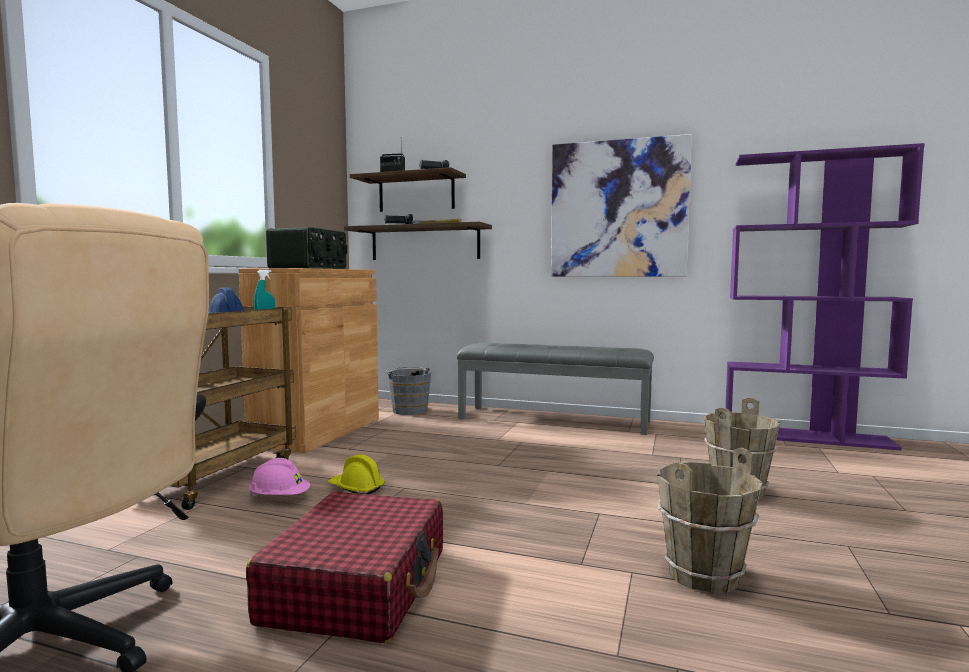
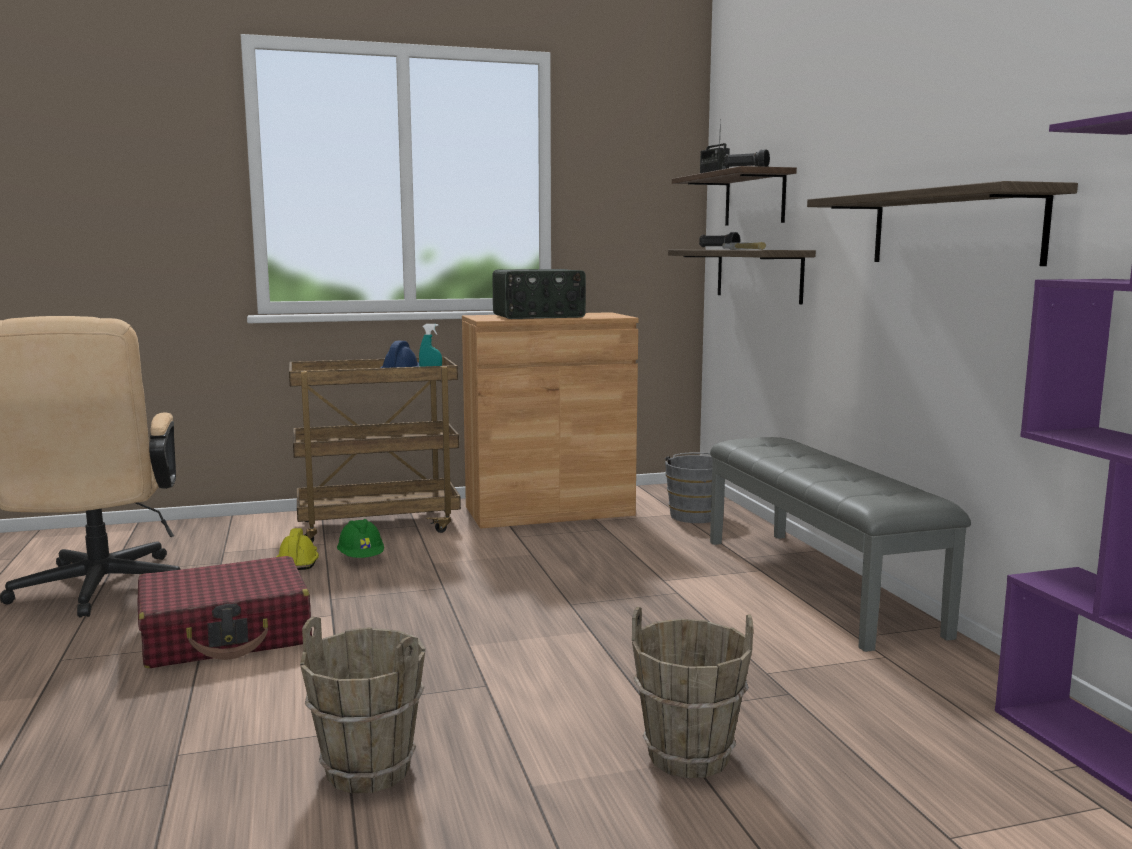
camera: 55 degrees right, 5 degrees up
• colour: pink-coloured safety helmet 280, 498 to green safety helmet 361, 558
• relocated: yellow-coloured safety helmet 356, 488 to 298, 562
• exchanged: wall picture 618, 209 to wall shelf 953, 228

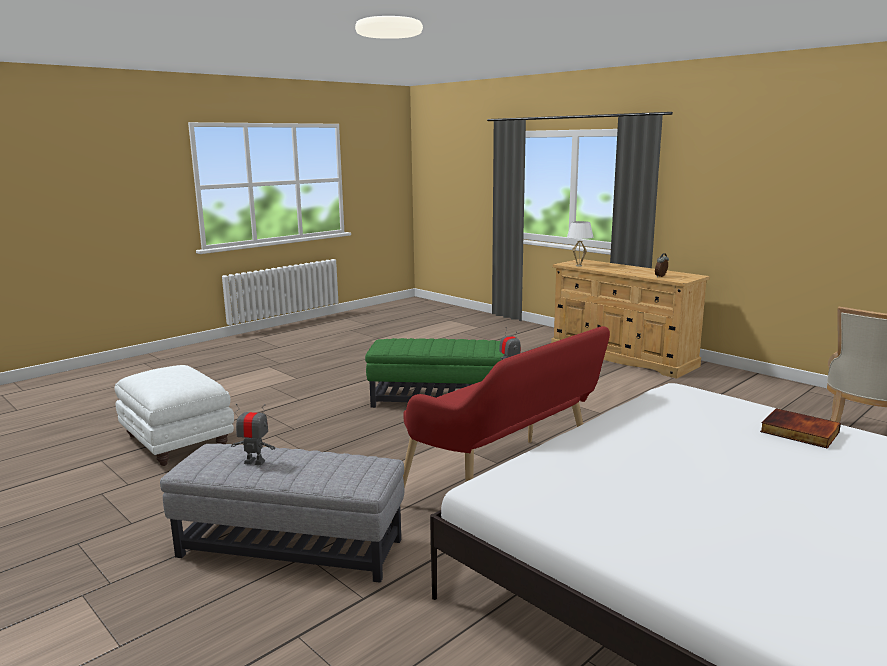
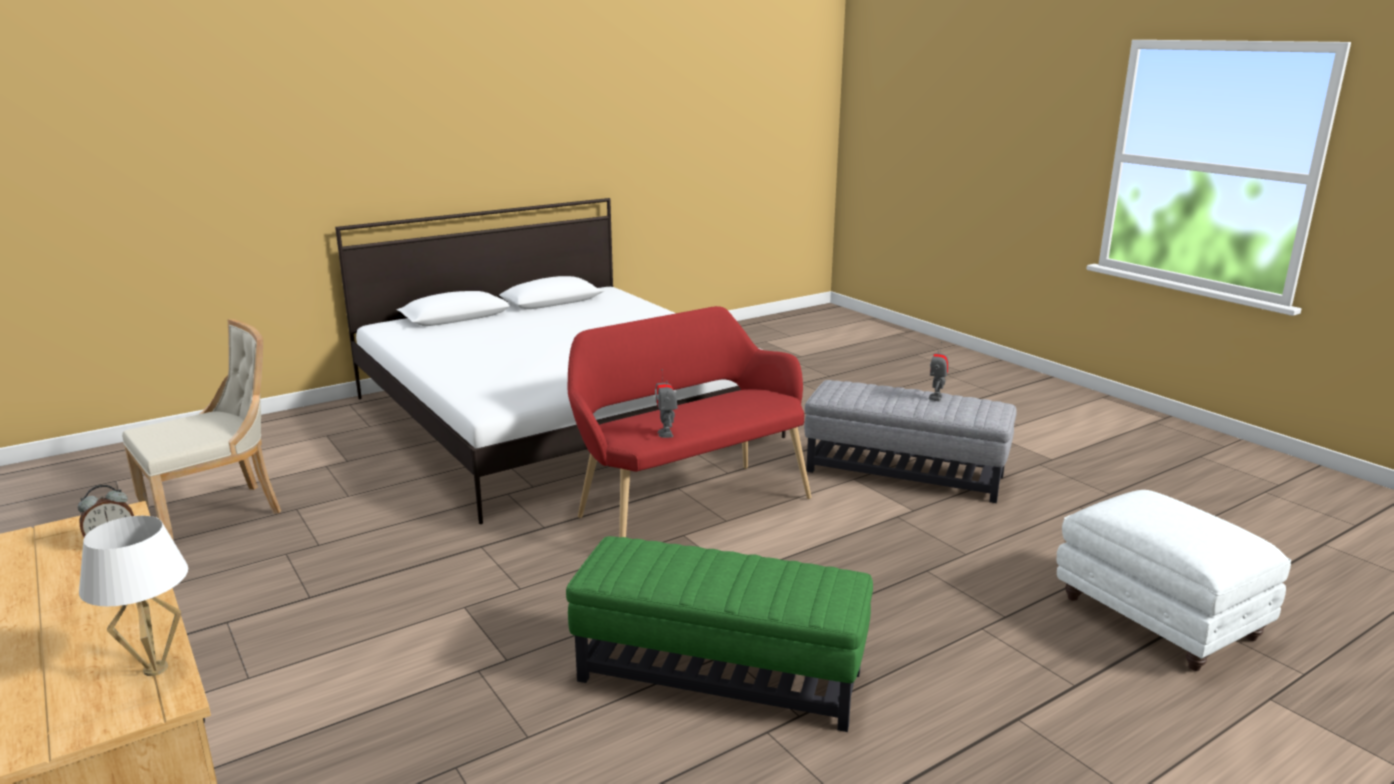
camera: 170 degrees left, 5 degrees up
• spun: robot figure 255, 462 = 936, 397 90 degrees clockwise
• missing: book 798, 432

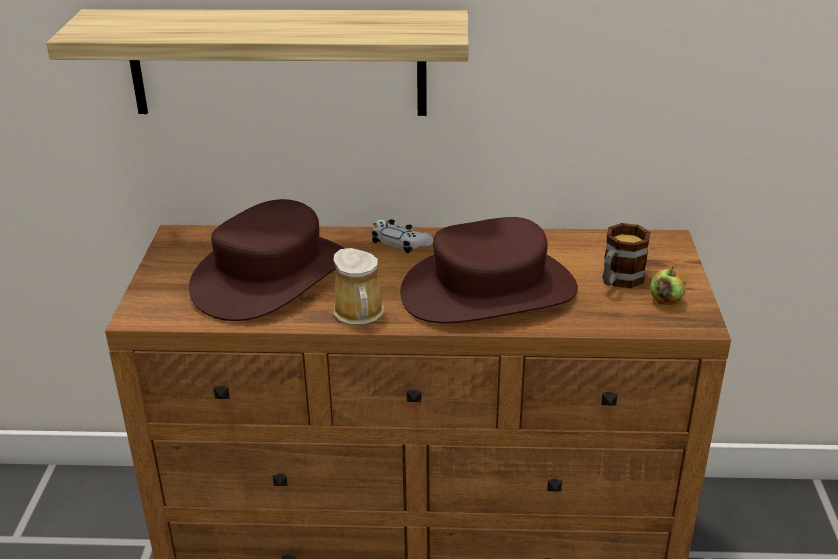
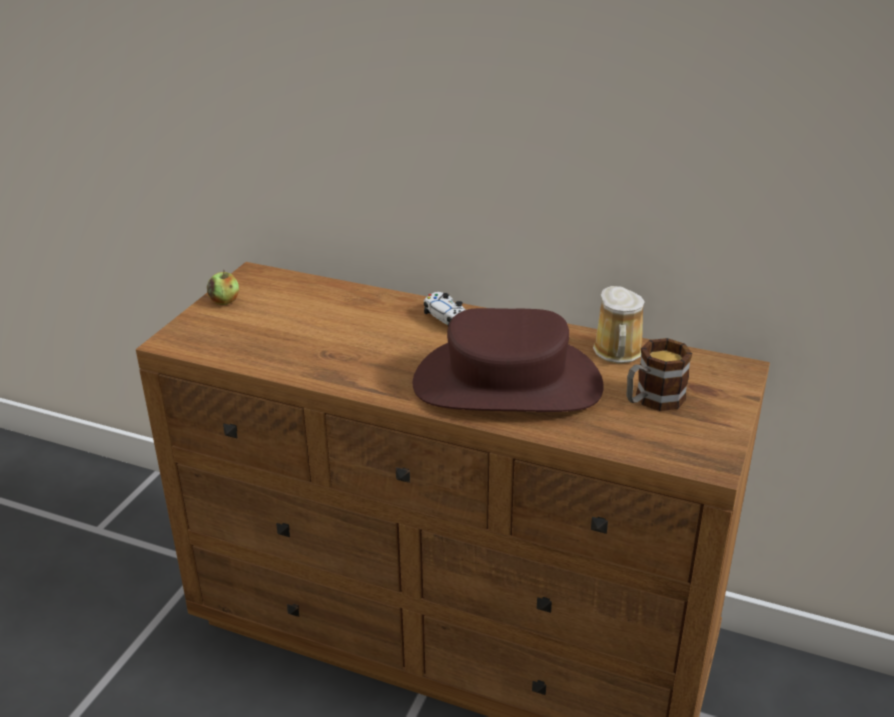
camera: 20 degrees right, 0 degrees up
• missing: wall shelf 277, 62
• missing: brown wearable hat 270, 276
• relocated: coffee mug 359, 314 to 618, 353
• relocated: apple 666, 300 to 225, 301

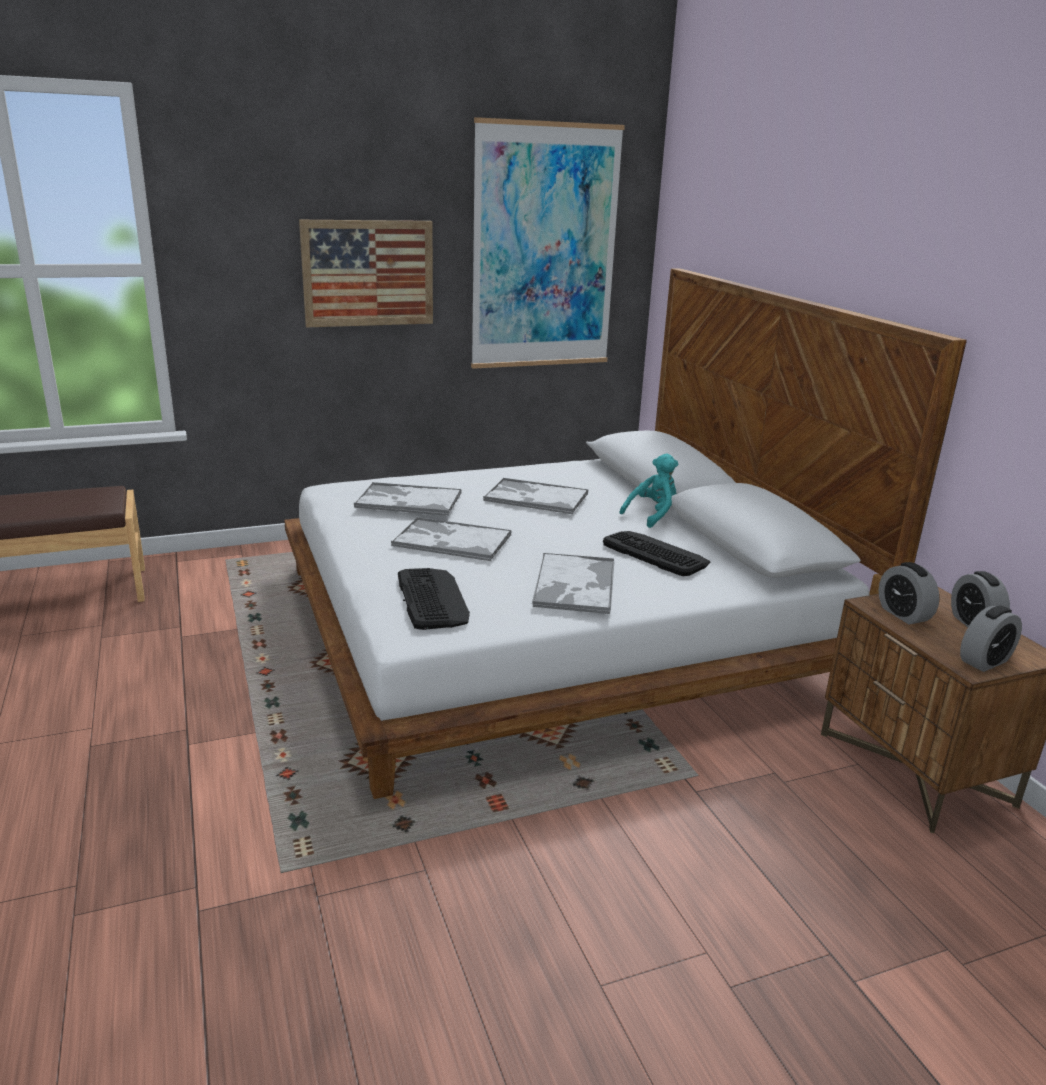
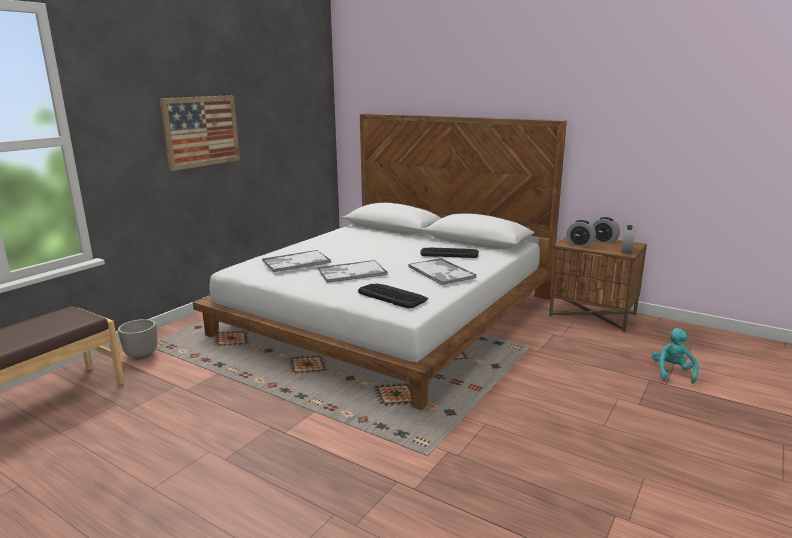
camera: 35 degrees left, 5 degrees down
• missing: wall picture 544, 248
• missing: carrying tray 535, 497
• relocated: blue-green soft toy 652, 515 to 672, 372
• appeared: planter 141, 355

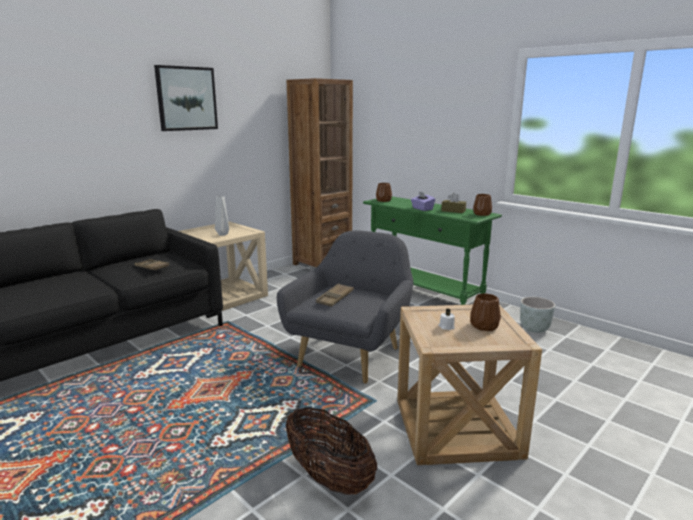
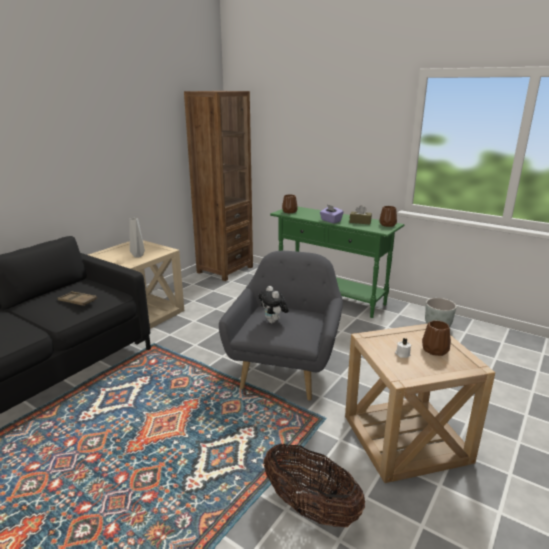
camera: 10 degrees left, 5 degrees up
• missing: wall picture 186, 98
• exchanged: brown carrying tray 335, 298 to soft toy 273, 322

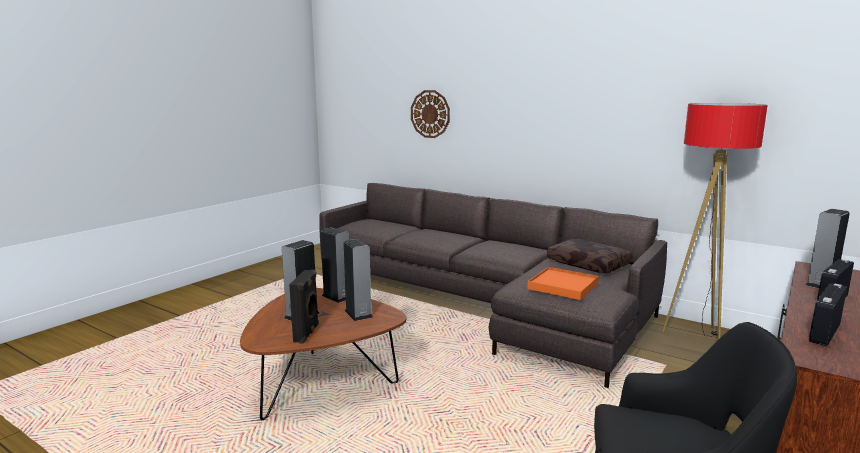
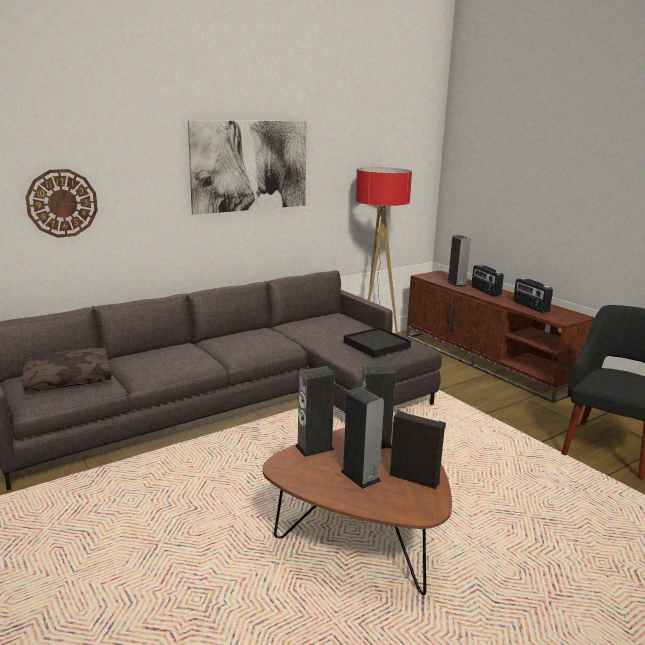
camera: 70 degrees left, 5 degrees up
• colour: orange-coloured carrying tray 563, 286 to black carrying tray 376, 345
• relocated: brown cushion 589, 264 to 69, 378
• appeared: wall picture 250, 166

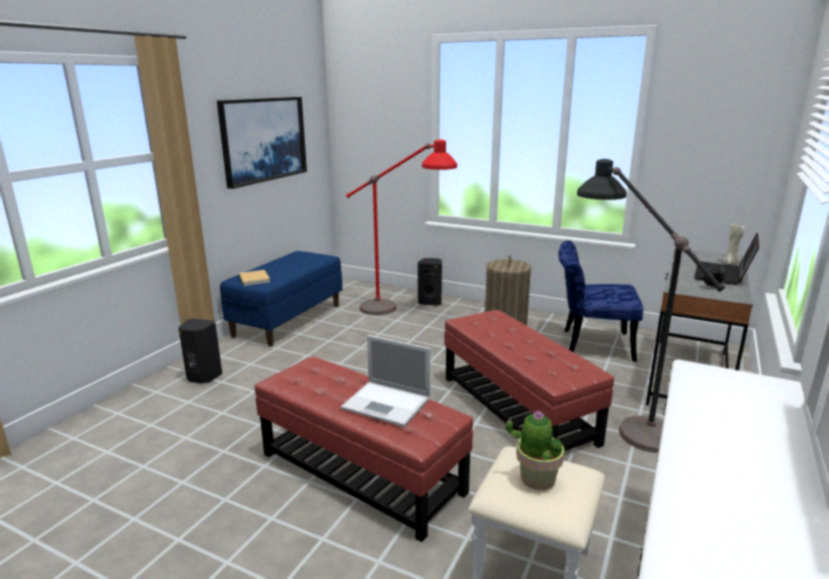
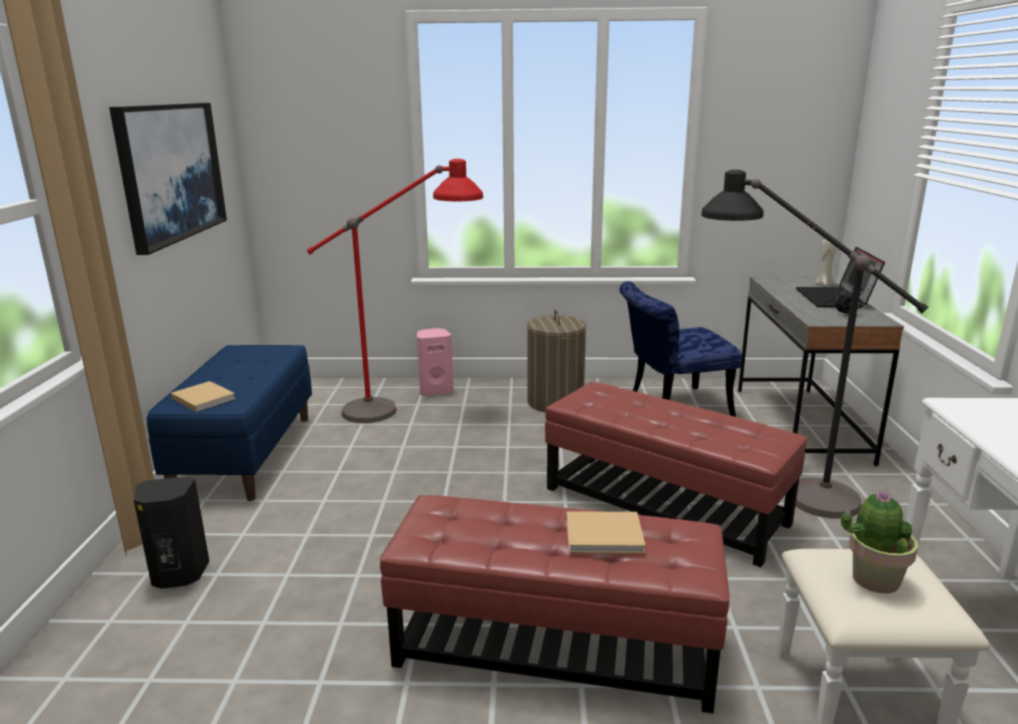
camera: 25 degrees left, 0 degrees up
• exchanged: laptop 388, 404 to beige book 606, 535
• colour: black loudspeaker 430, 302 to pink-coloured loudspeaker 435, 391

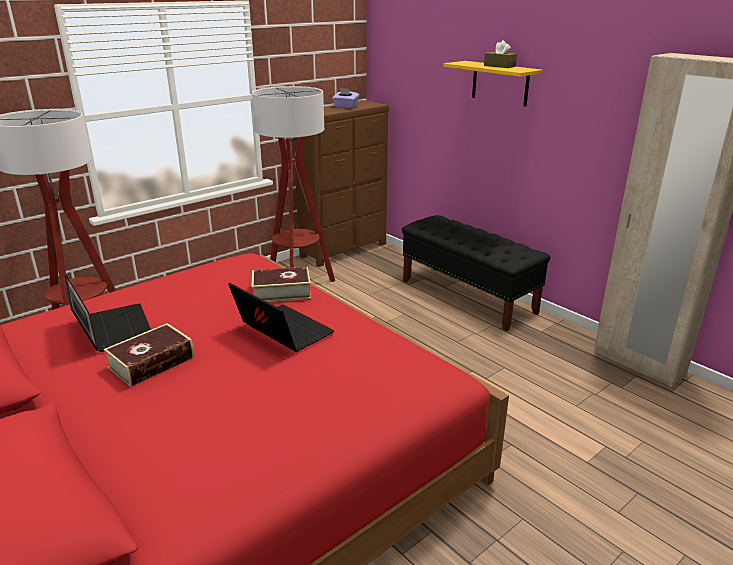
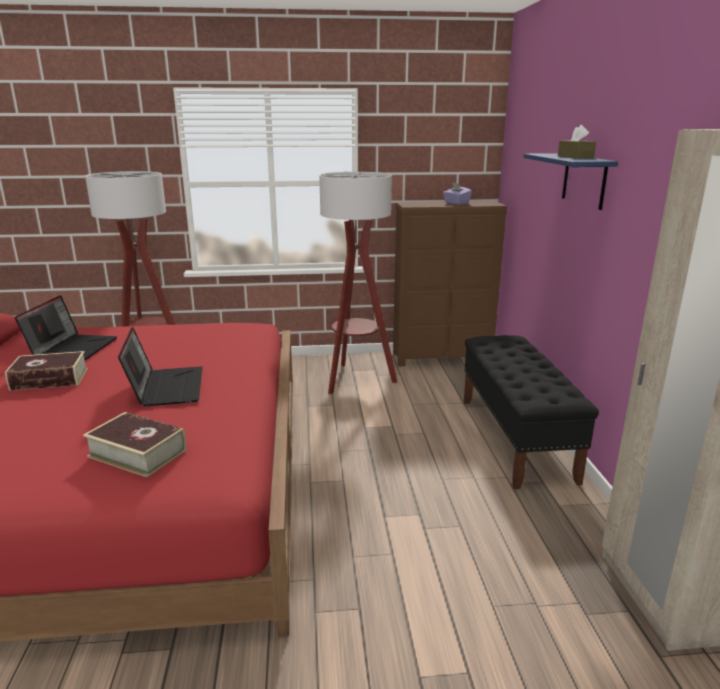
camera: 35 degrees right, 5 degrees down
• relocated: book 281, 292 to 137, 453
• colour: yellow-coloured wall shelf 500, 83 to blue wall shelf 584, 180

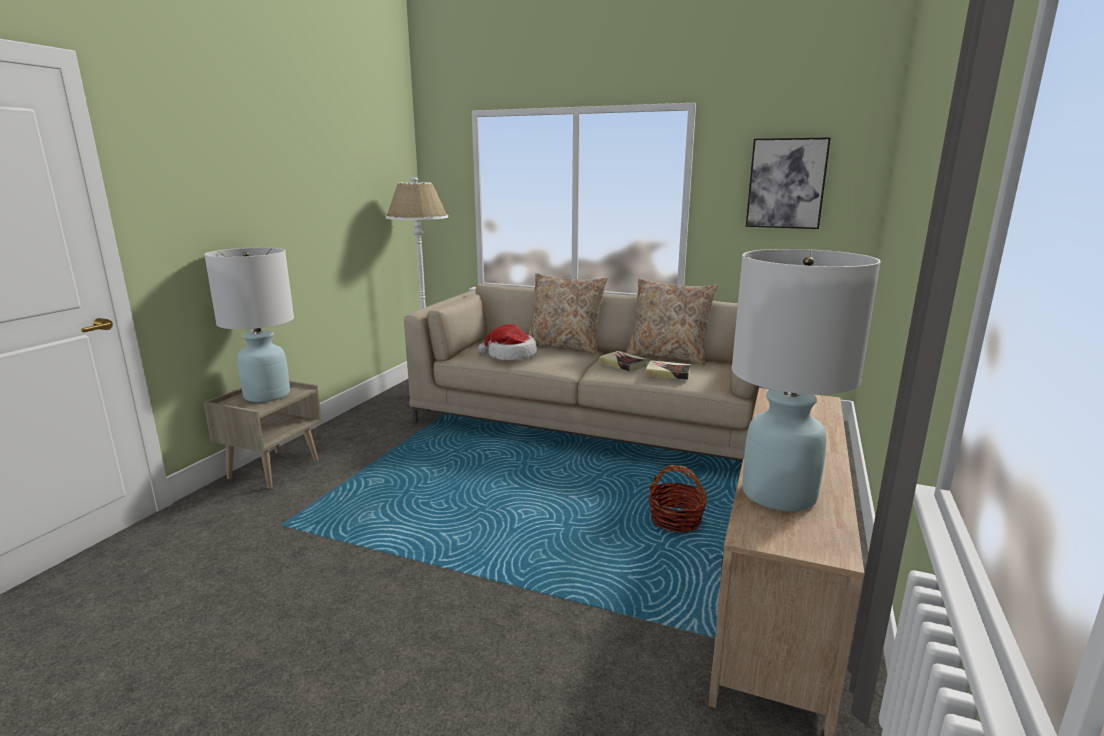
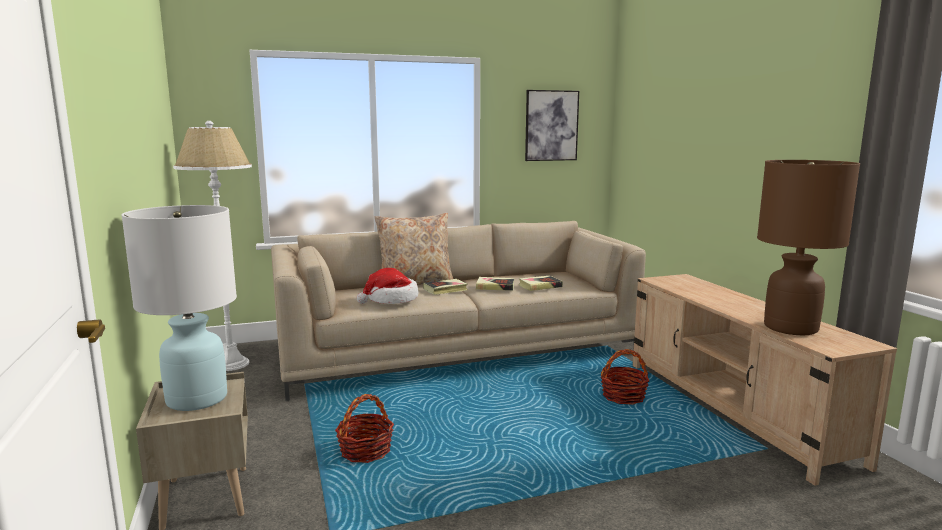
camera: 40 degrees left, 5 degrees down
• missing: beige cushion 668, 356
• colour: white tabletop lamp 778, 494 to brown tabletop lamp 790, 328
• appeared: basket 365, 451
• appeared: book 445, 289

